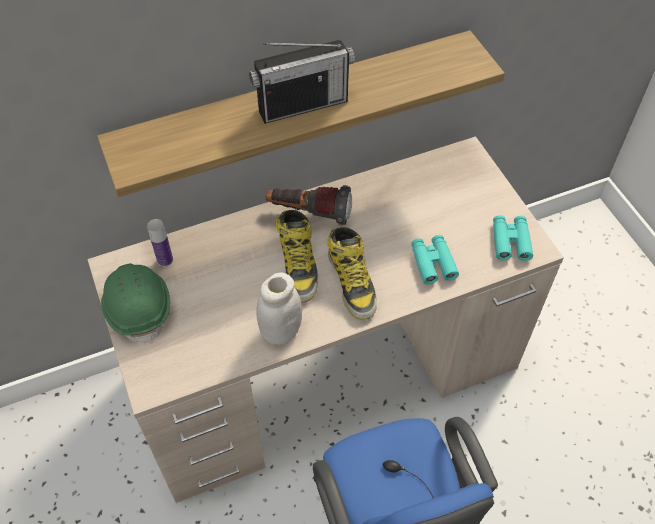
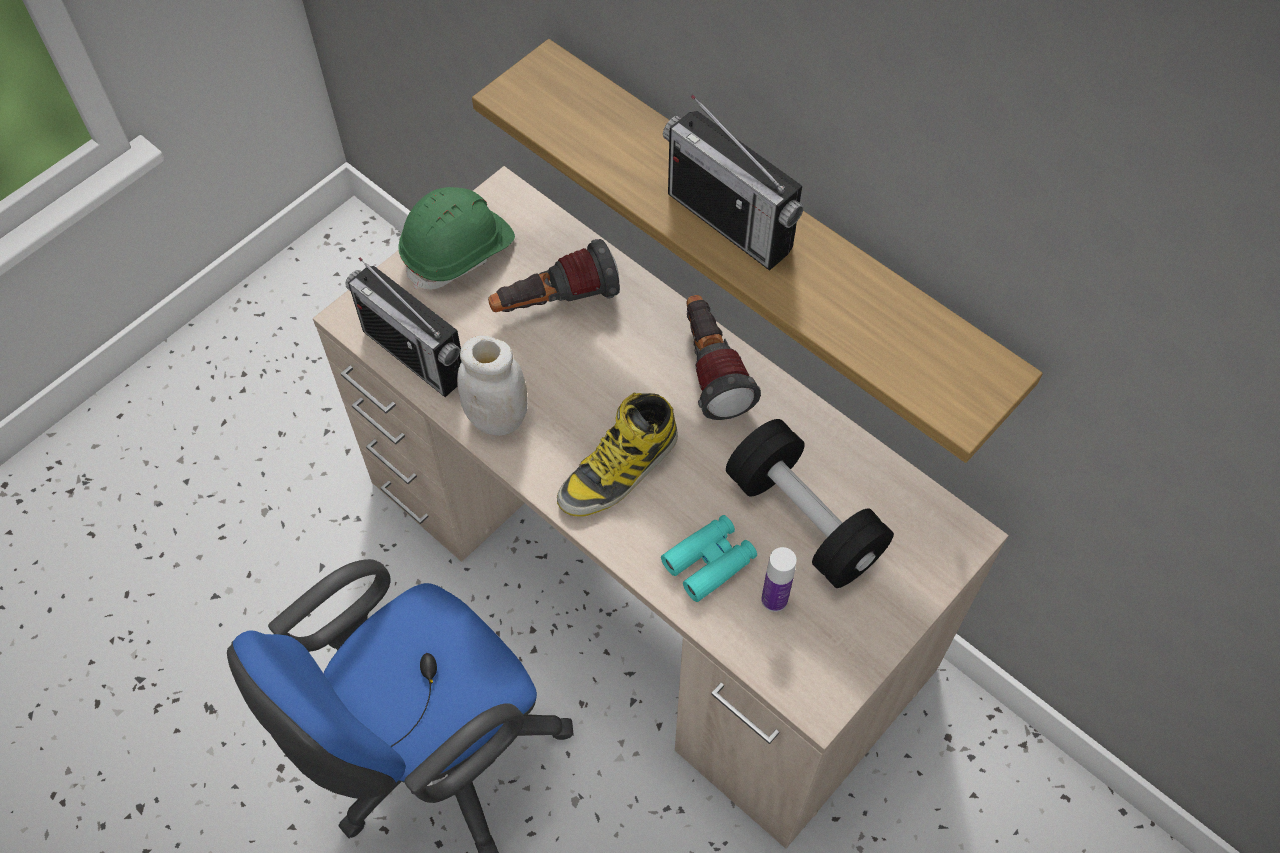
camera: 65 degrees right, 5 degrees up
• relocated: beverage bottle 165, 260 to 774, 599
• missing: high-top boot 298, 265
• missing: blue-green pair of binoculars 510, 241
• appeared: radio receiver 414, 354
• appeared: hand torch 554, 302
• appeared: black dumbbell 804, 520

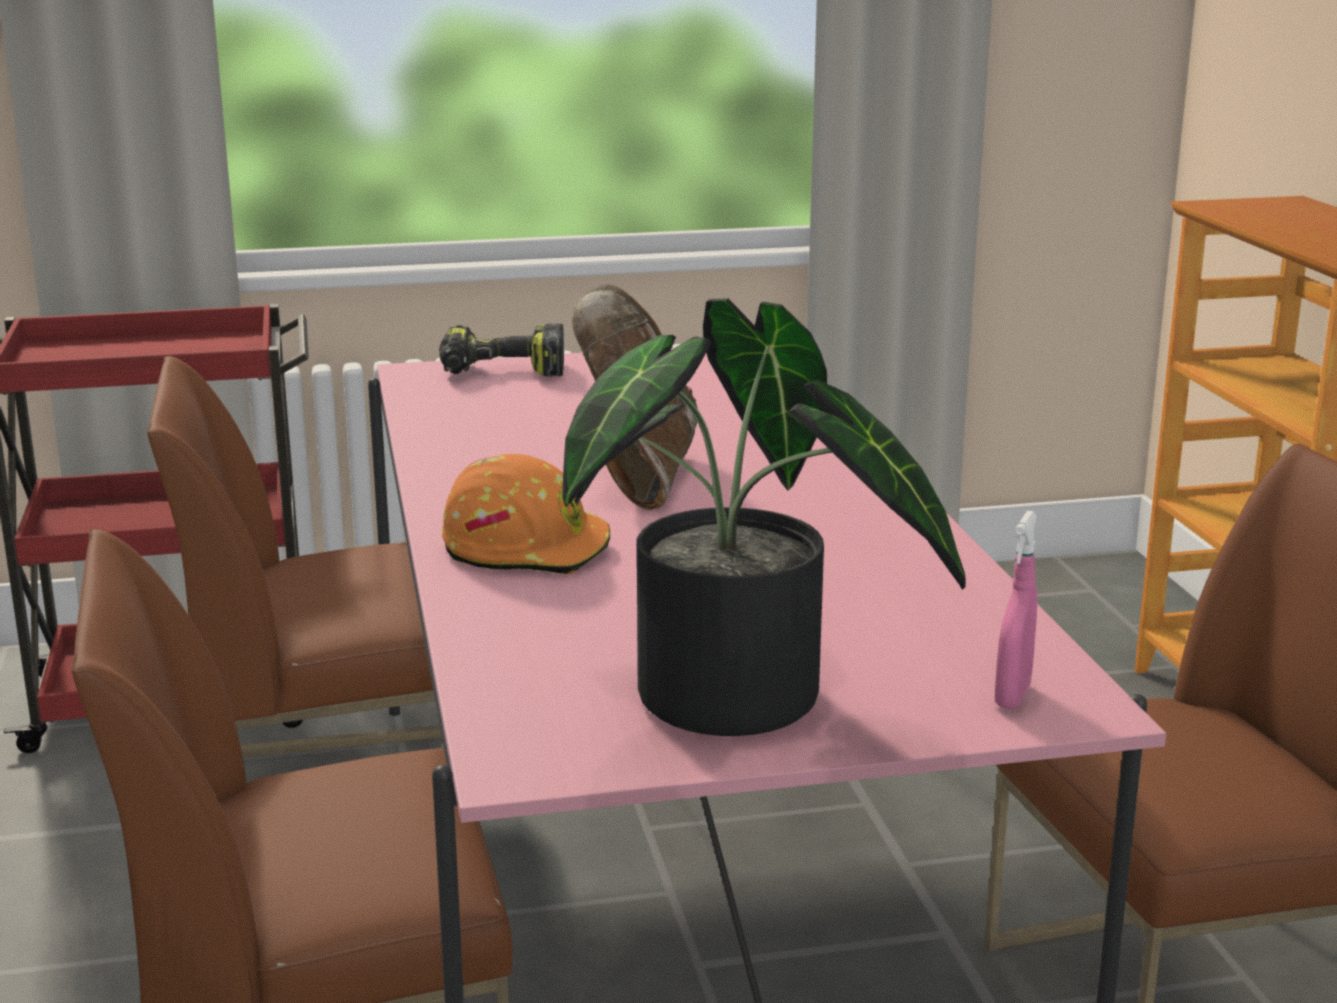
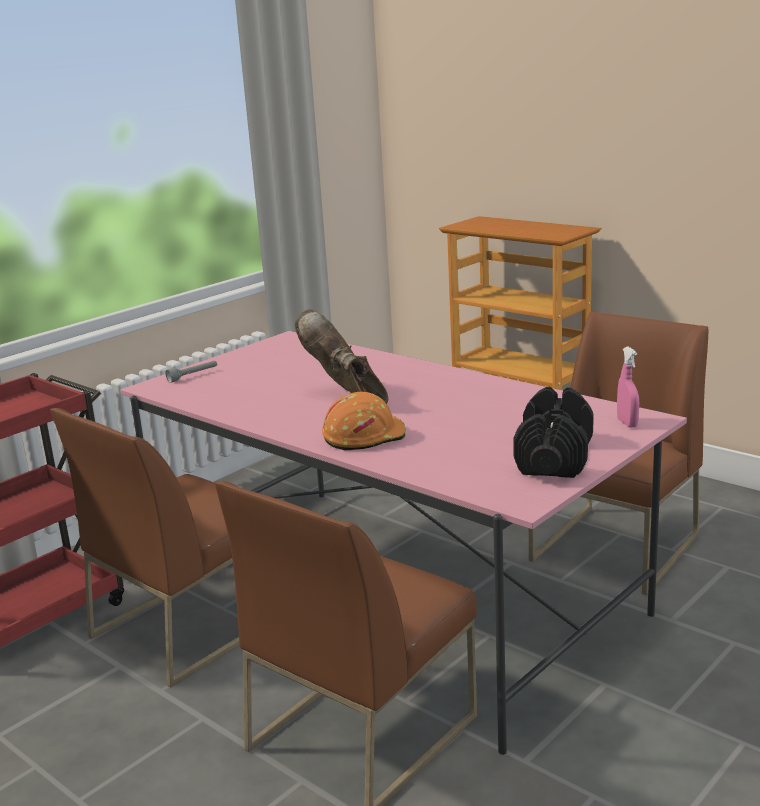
camera: 35 degrees left, 0 degrees up
• exchanged: power drill 501, 372 to gray hand torch 193, 376
• exchanged: houseplant 739, 707 to black dumbbell 554, 458

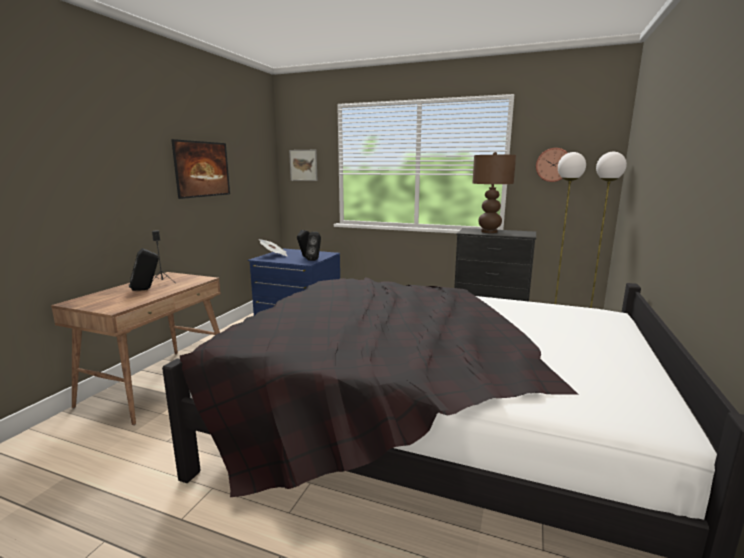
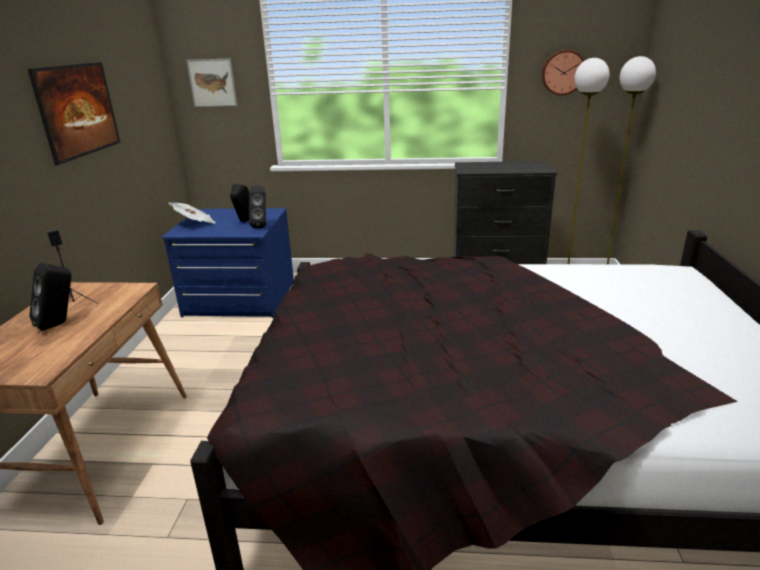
camera: 15 degrees left, 10 degrees up
• missing: brown tabletop lamp 489, 232

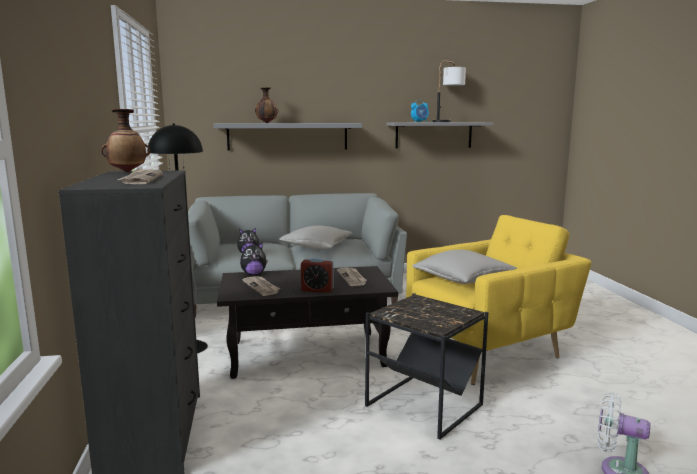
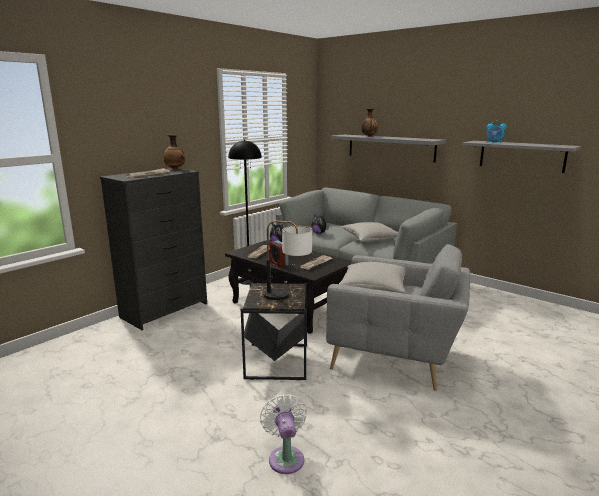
camera: 50 degrees right, 5 degrees up
• colour: yellow-coloured armchair 490, 351 to gray armchair 395, 359
• relocated: tabletop lamp 448, 122 to 288, 296

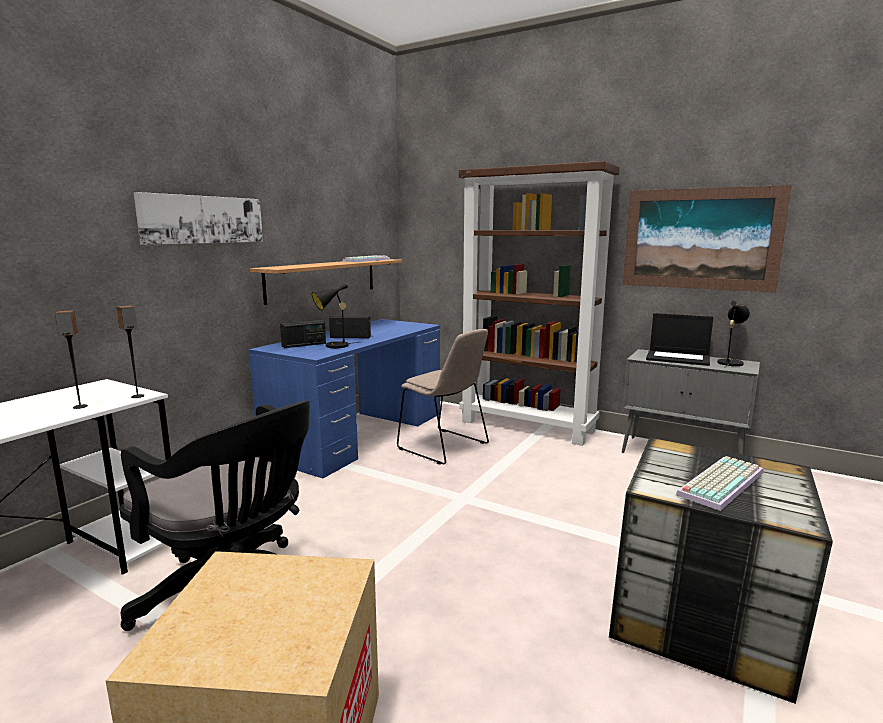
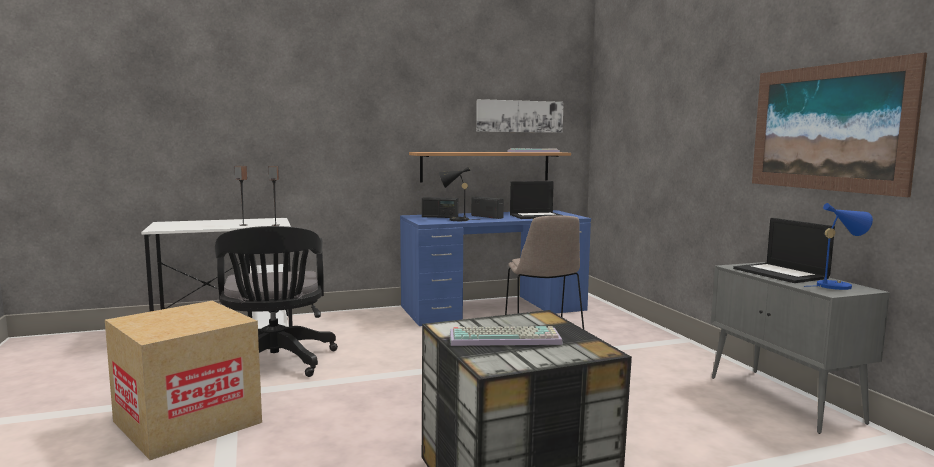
camera: 40 degrees right, 5 degrees down
• relocated: wall picture 203, 219 to 519, 116
• missing: brown bookcase 528, 426
• colour: black tabletop lamp 730, 362 to blue tabletop lamp 837, 285
• appeared: laptop 537, 216

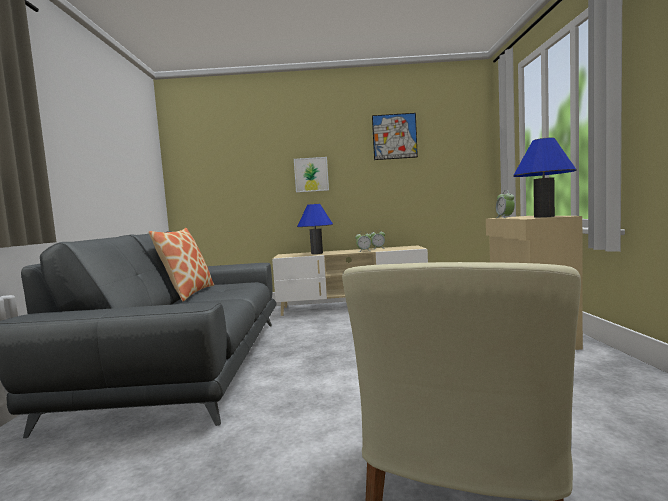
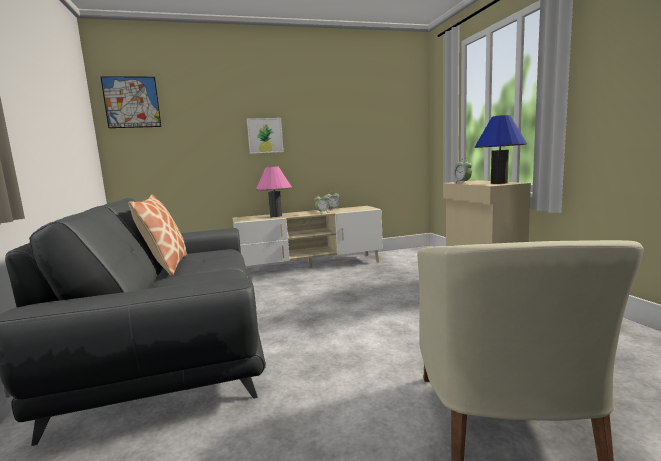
camera: 15 degrees left, 5 degrees up
• colour: blue tabletop lamp 317, 253 to pink-coloured tabletop lamp 276, 216
• relocated: wall picture 394, 136 to 131, 102

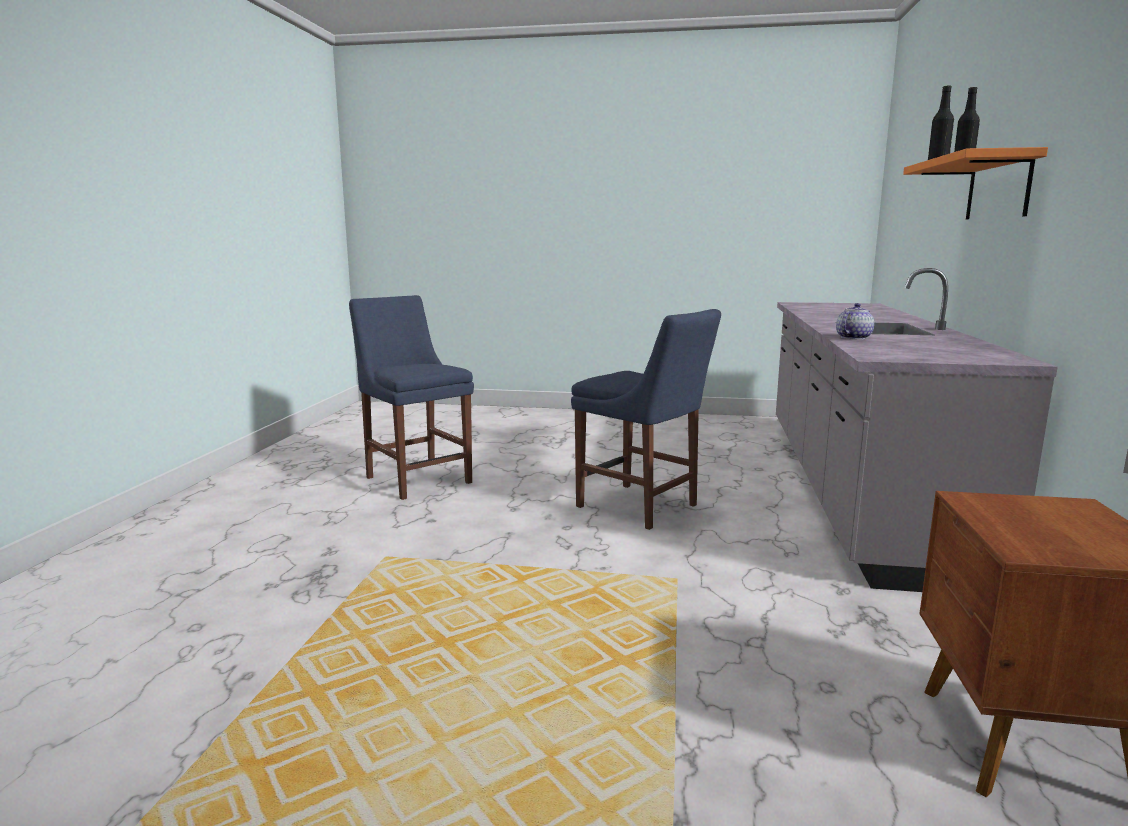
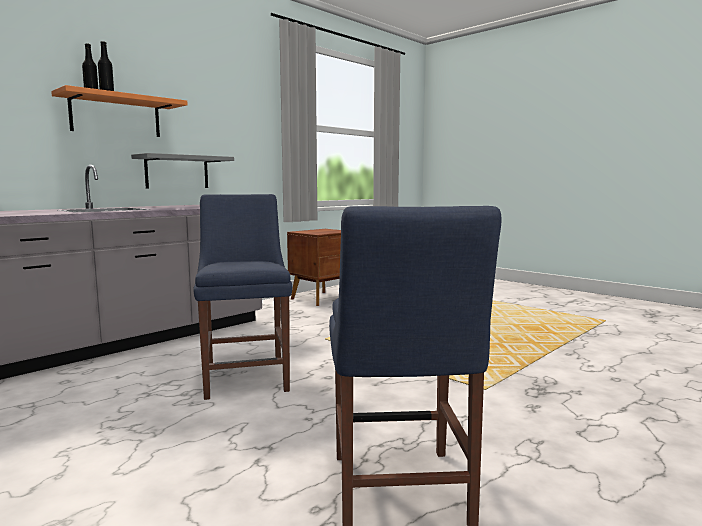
camera: 145 degrees left, 5 degrees down
• missing: tea pot 853, 338
• appeared: gray wall shelf 177, 172

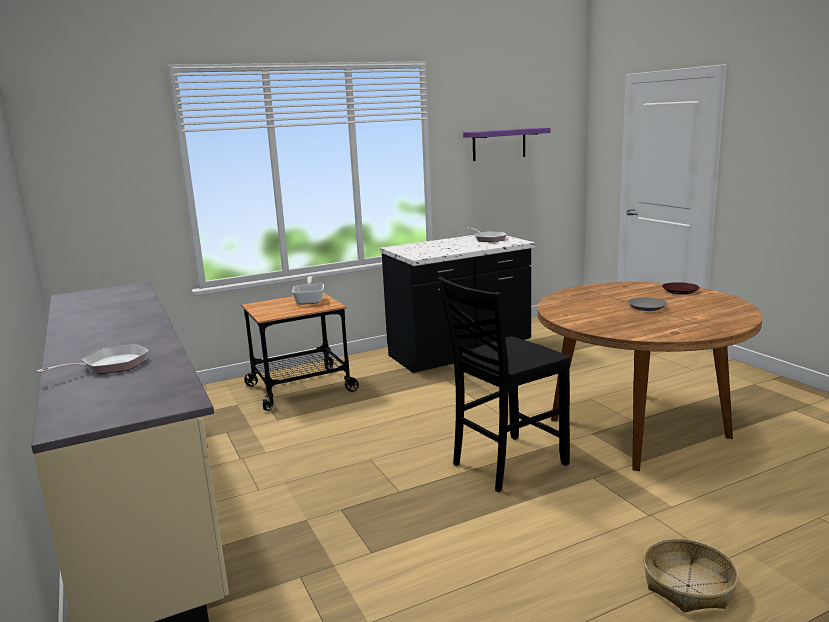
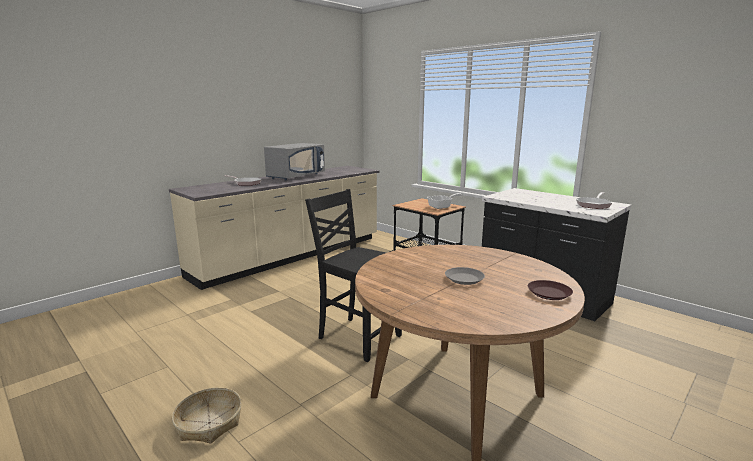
camera: 70 degrees right, 0 degrees up
• missing: purple-coloured wall shelf 499, 144
• appeared: gray microwave 296, 176

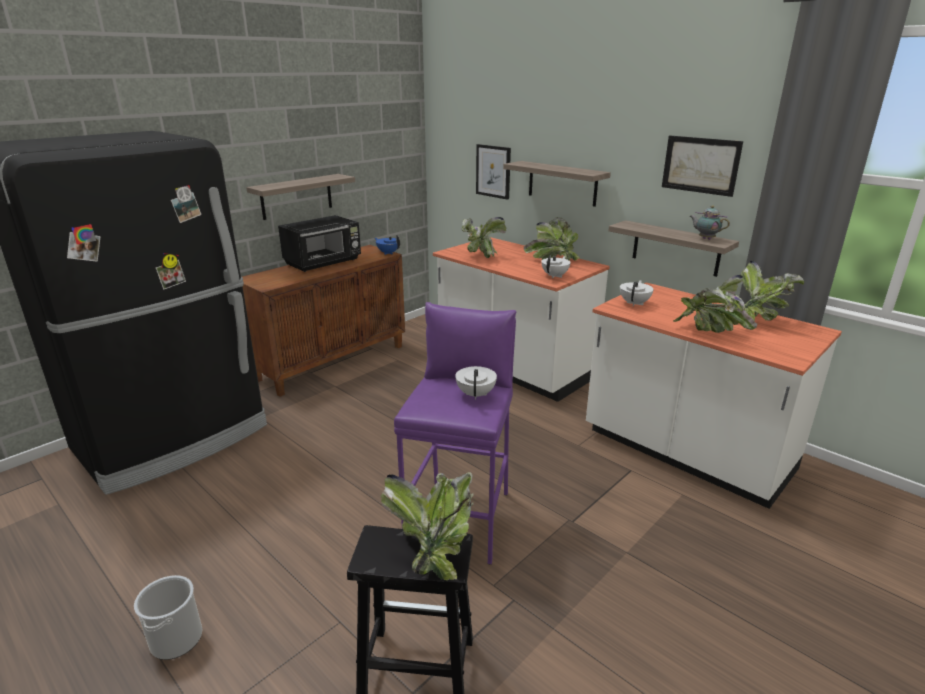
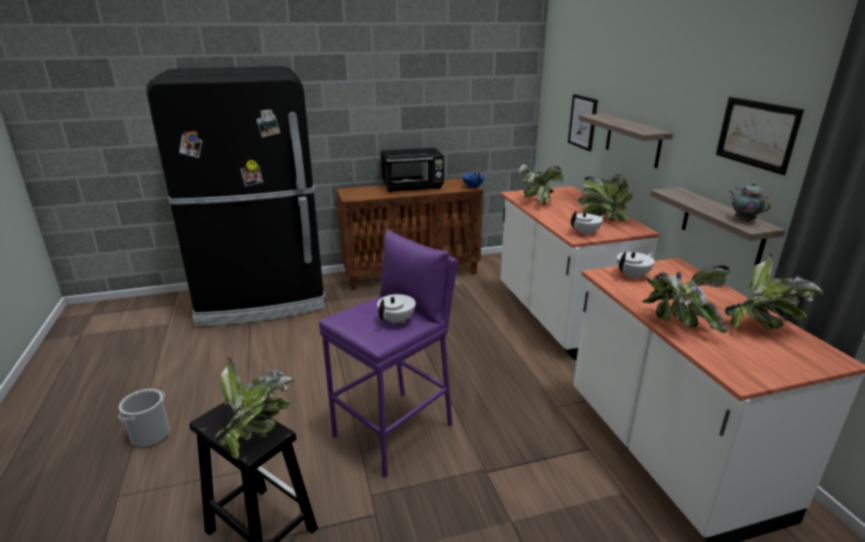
camera: 30 degrees right, 0 degrees up
• missing: wall shelf 296, 196

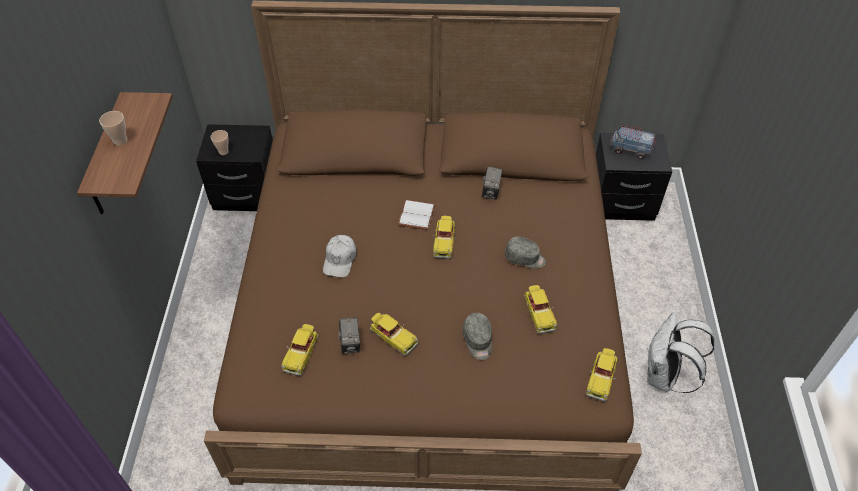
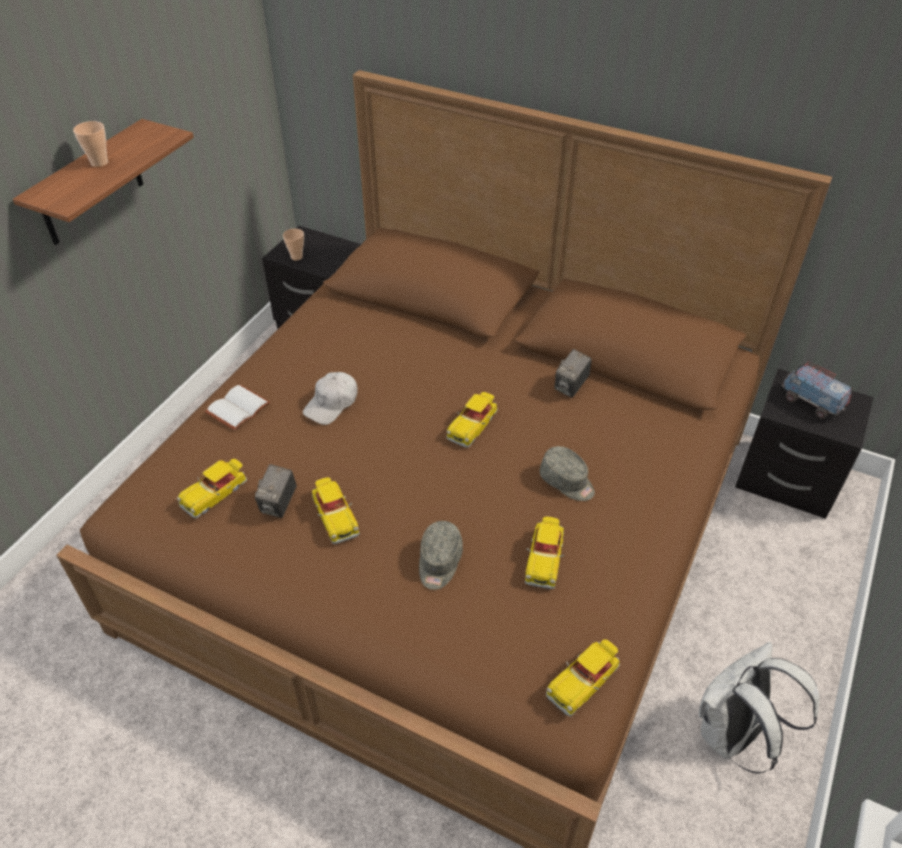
camera: 25 degrees right, 5 degrees down
• relocated: white book 415, 215 to 237, 407

